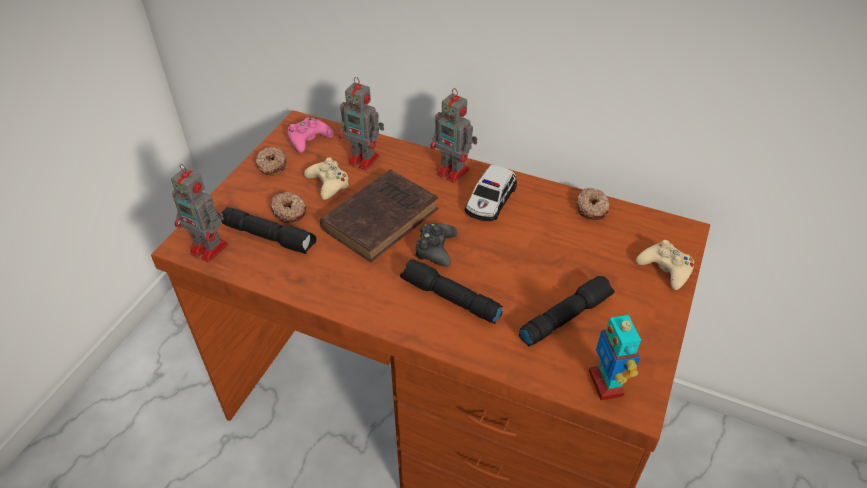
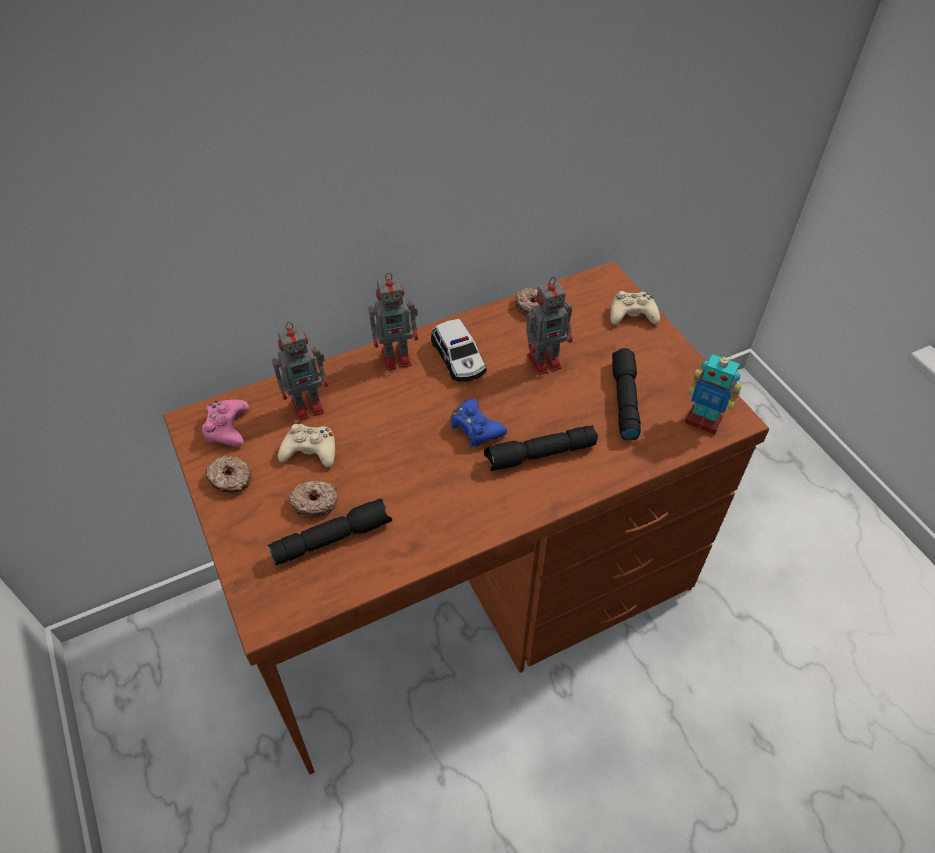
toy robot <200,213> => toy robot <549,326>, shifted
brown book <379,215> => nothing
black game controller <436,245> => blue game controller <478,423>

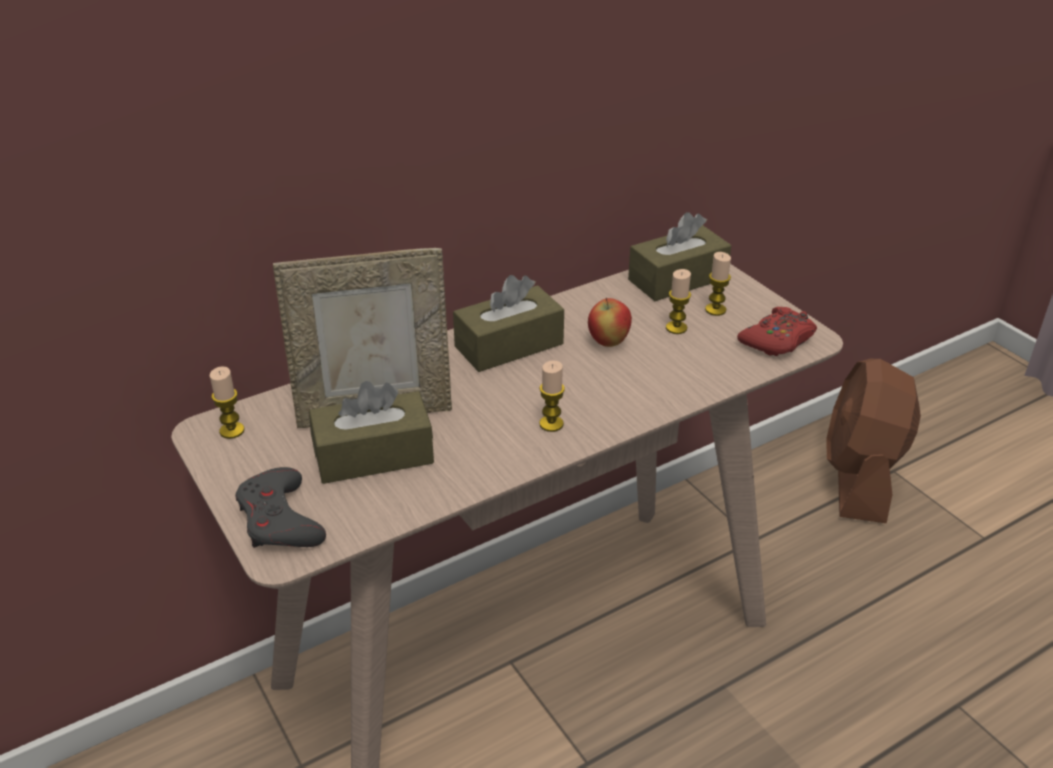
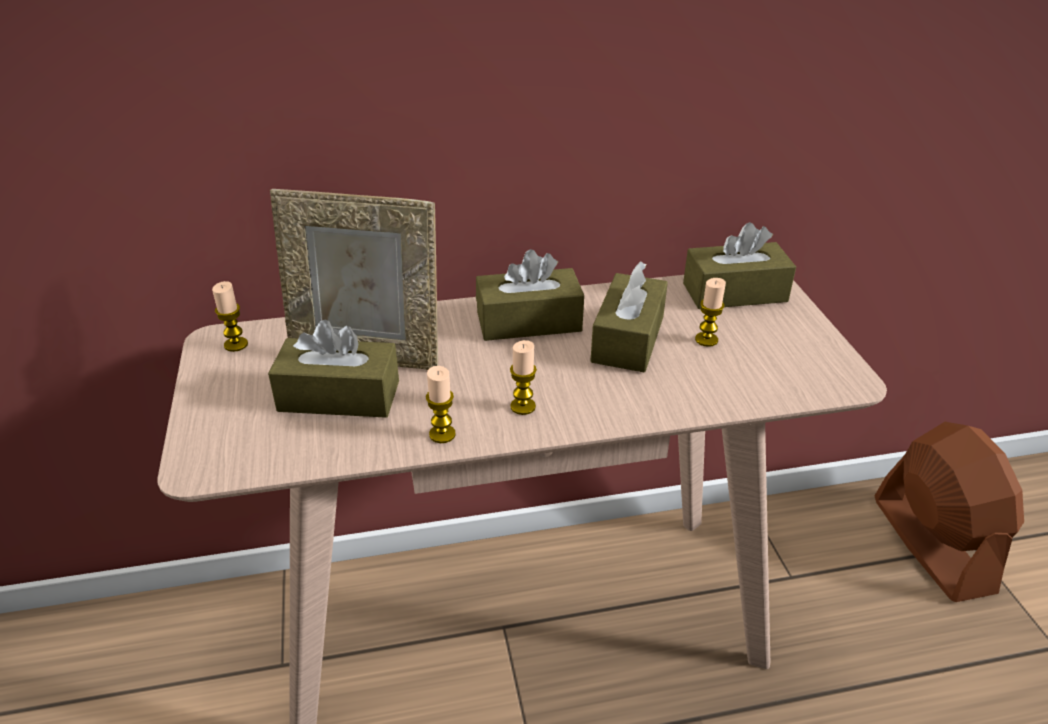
candle <718,284> => candle <441,404>, shifted
apple <610,322> => brown tissue box <629,316>
red game controller <777,331> => nothing
brown fan <873,441> => brown fan <949,512>, 135 degrees clockwise
grey game controller <280,507> => nothing

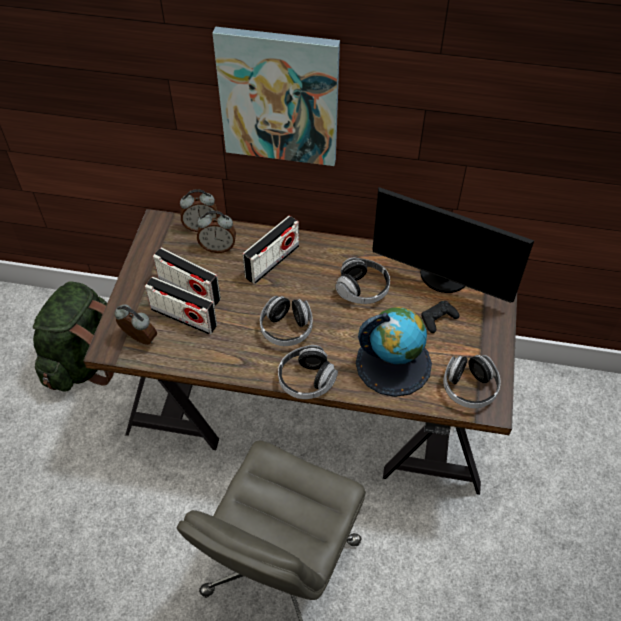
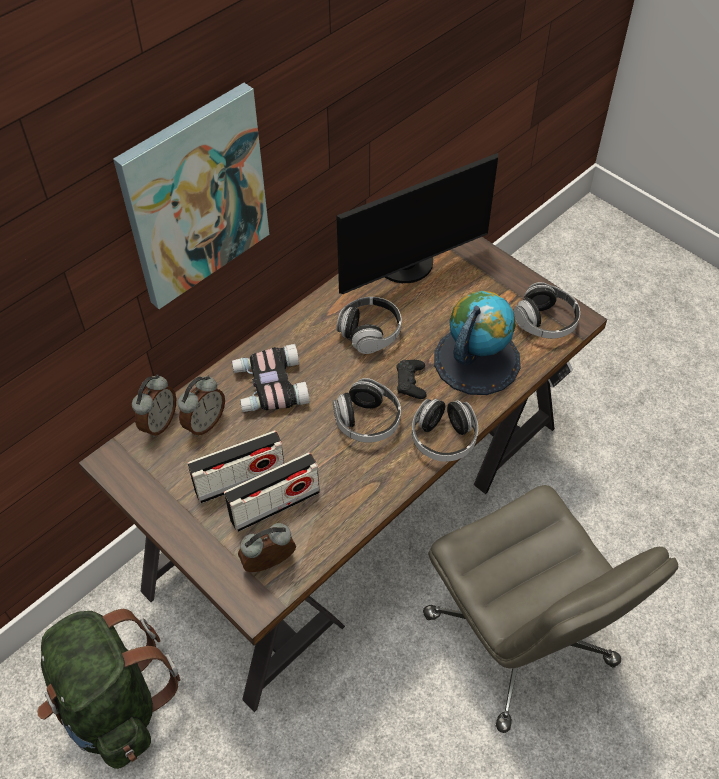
radio <271,250> => binoculars <271,378>
black game controller <440,317> => black game controller <411,379>, shifted

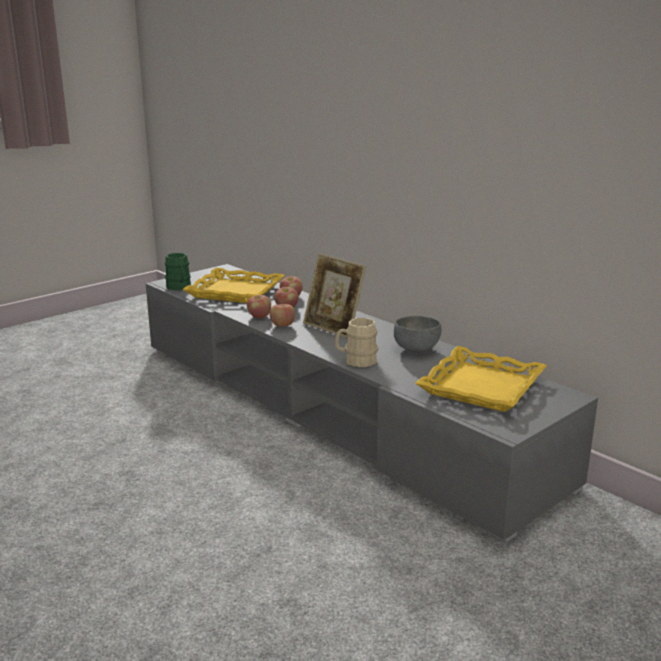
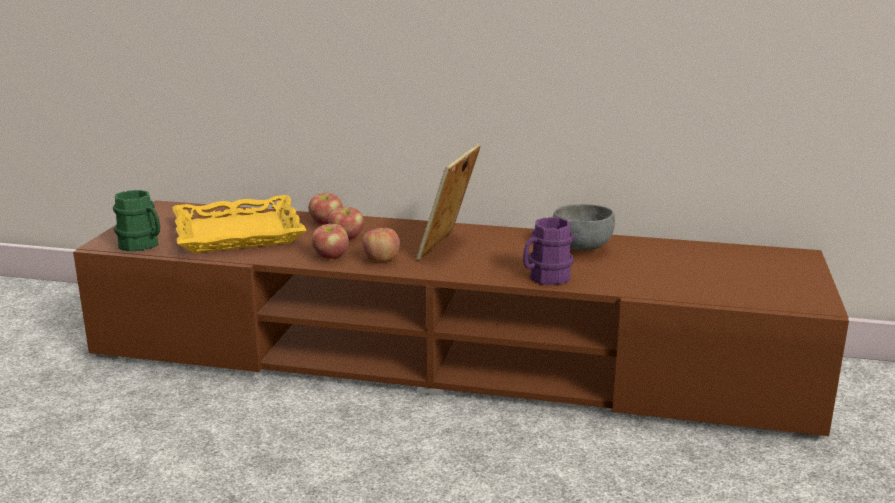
picture frame <334,295> => picture frame <448,202>, 105 degrees clockwise
grey tv stand <372,403> => brown tv stand <461,319>
beige mug <356,342> => purple mug <548,251>
yellow tray <481,379> => nothing

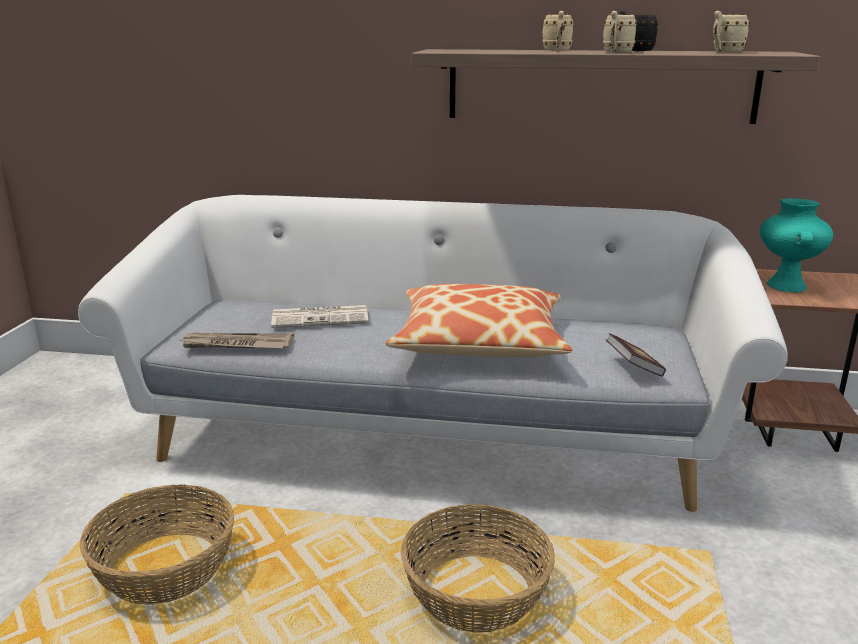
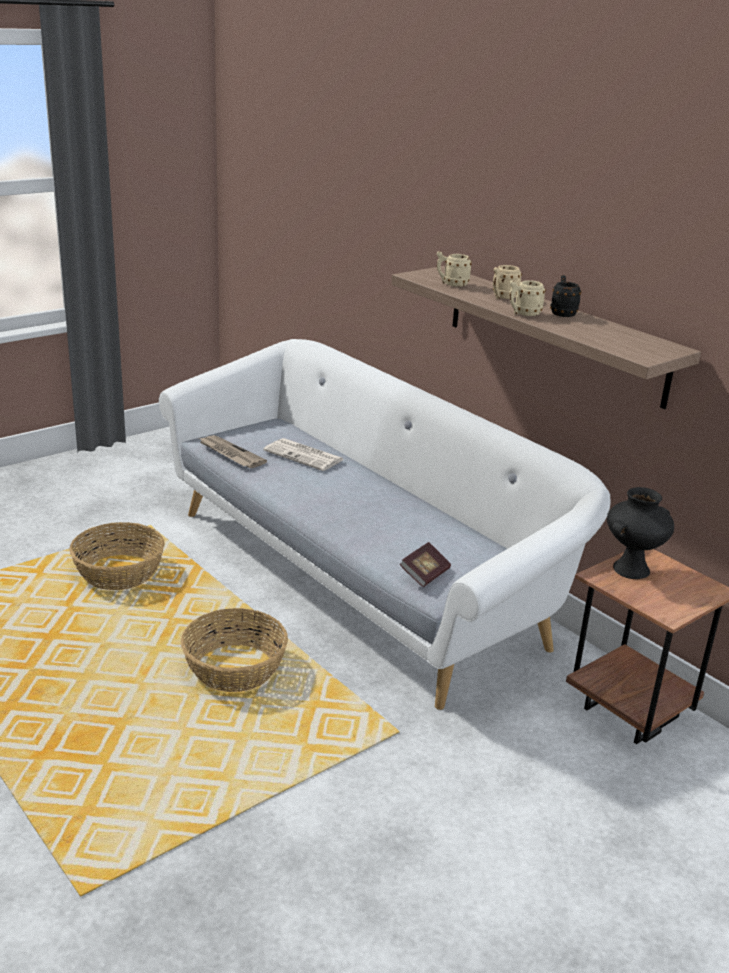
beige mug <731,32> => beige mug <454,269>, shifted
turquoise vase <796,245> => black vase <640,533>
pillow <479,320> => nothing

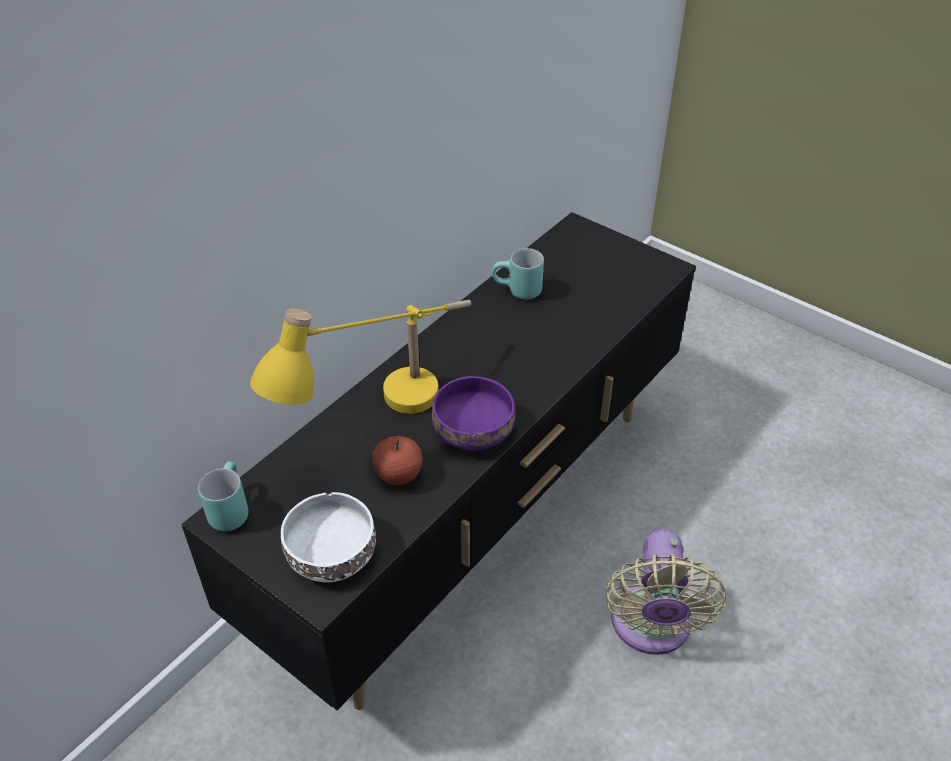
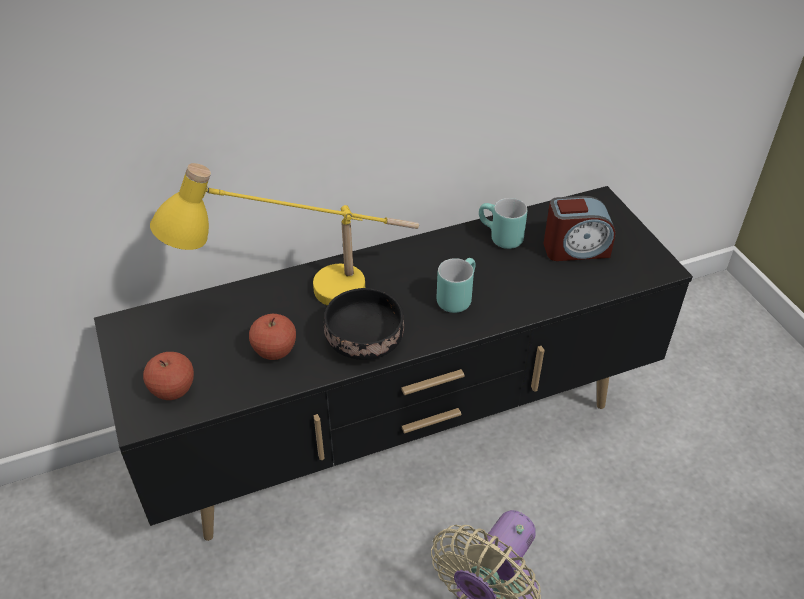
purple bowl <473,413> => black bowl <364,324>
turquoise mug <223,496> => turquoise mug <456,285>, shifted
white bowl <328,537> => apple <168,376>
nothing => alarm clock <579,228>

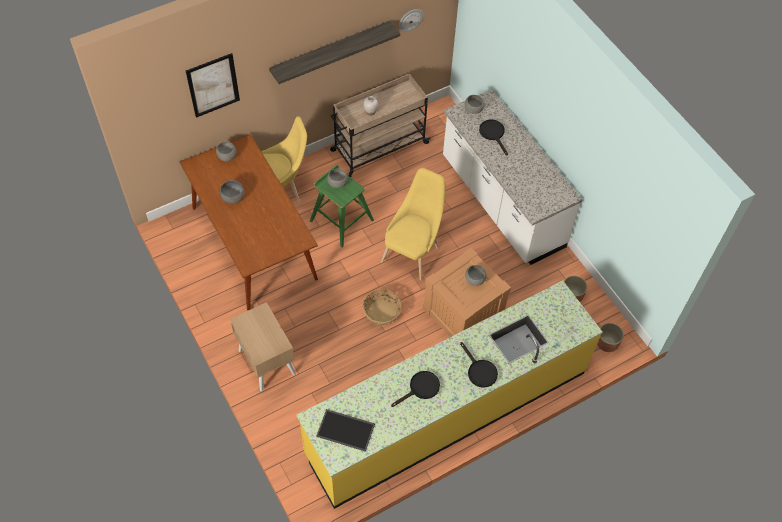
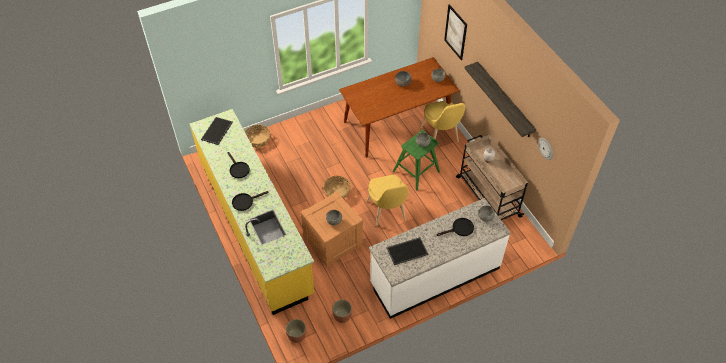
yellow chair <413,224> => yellow chair <387,200>, 45 degrees clockwise
beige nightstand <263,346> => nothing
nothing => basket <257,136>
nothing => tray <407,251>

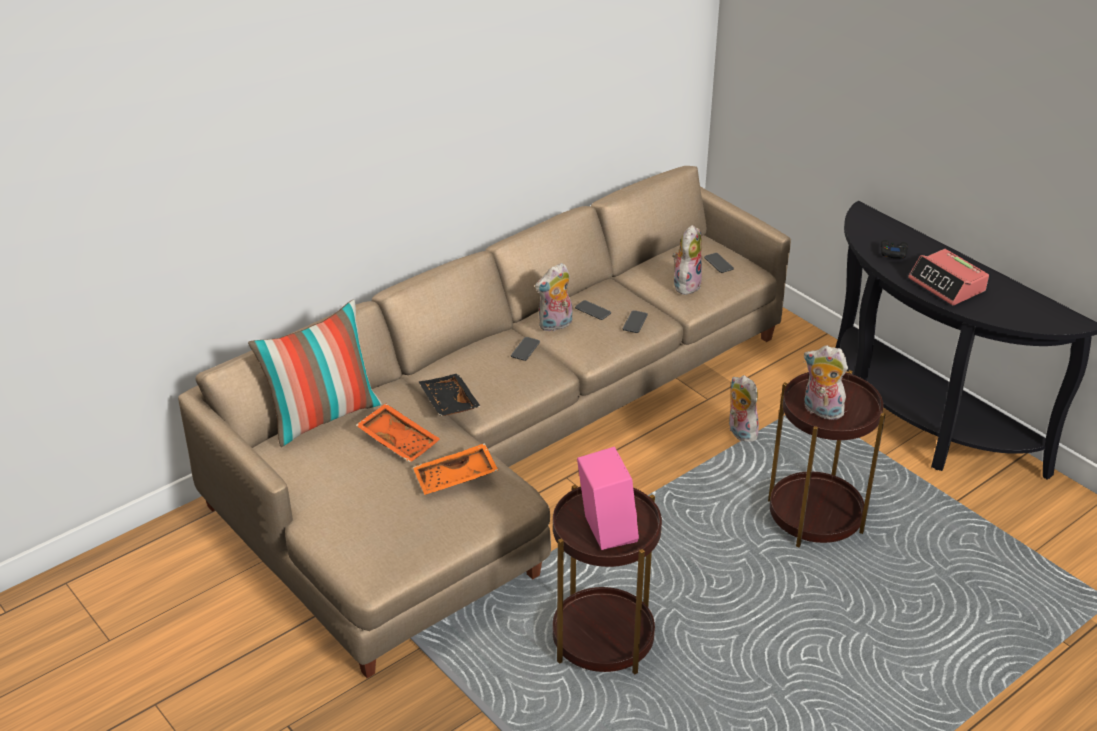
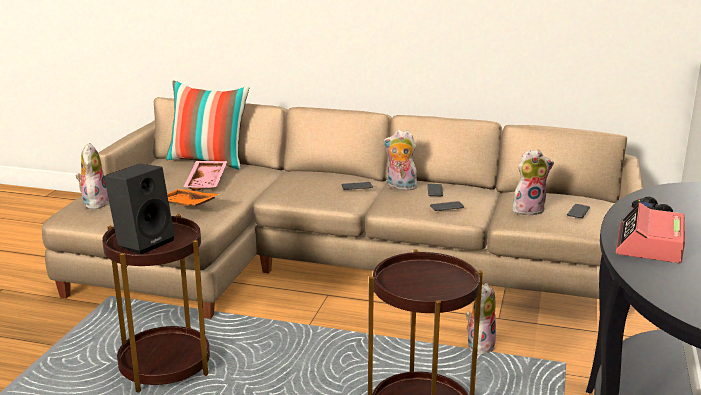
plush toy <826,382> => plush toy <92,176>, shifted
black tray <450,394> => nothing
orange tray <398,433> => pink tray <205,176>
pink speaker <608,498> => black speaker <139,209>

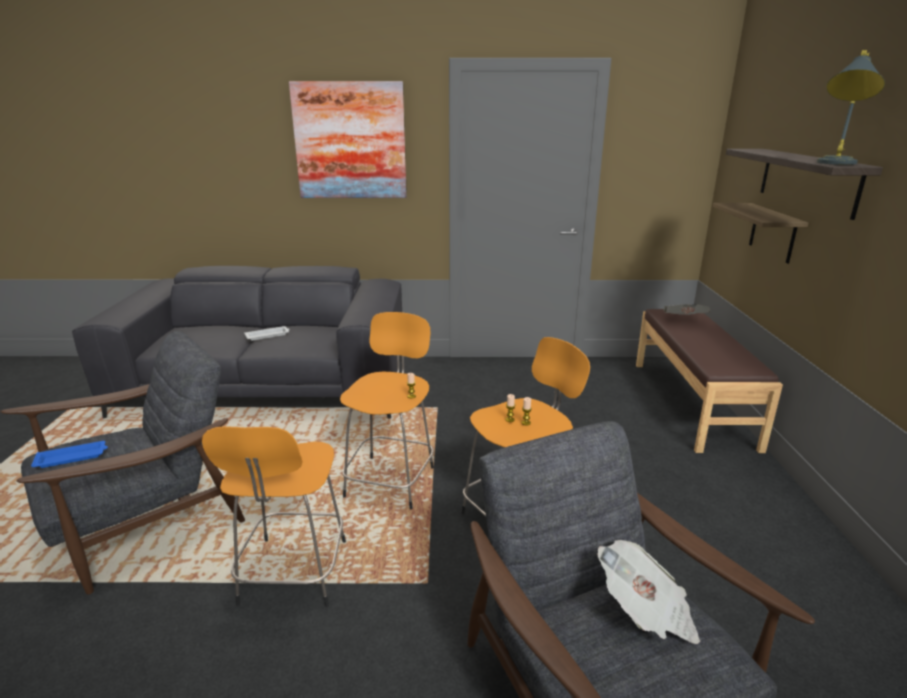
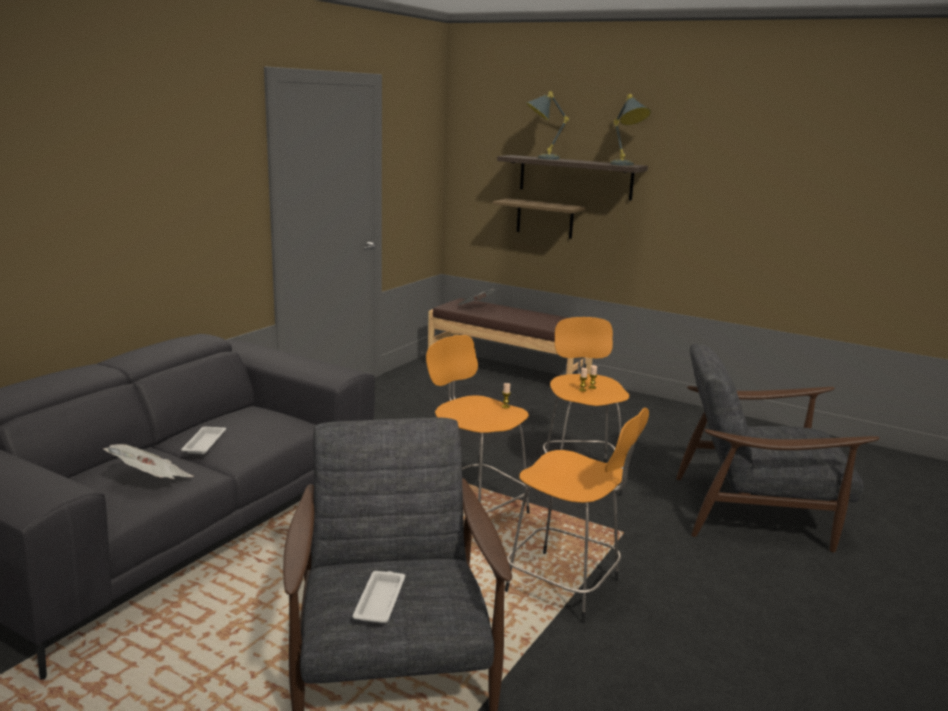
picture <348,139> => nothing
blue tray <69,454> => white tray <378,597>
newspaper <649,592> => newspaper <148,461>, shifted
nothing => grey table lamp <547,125>

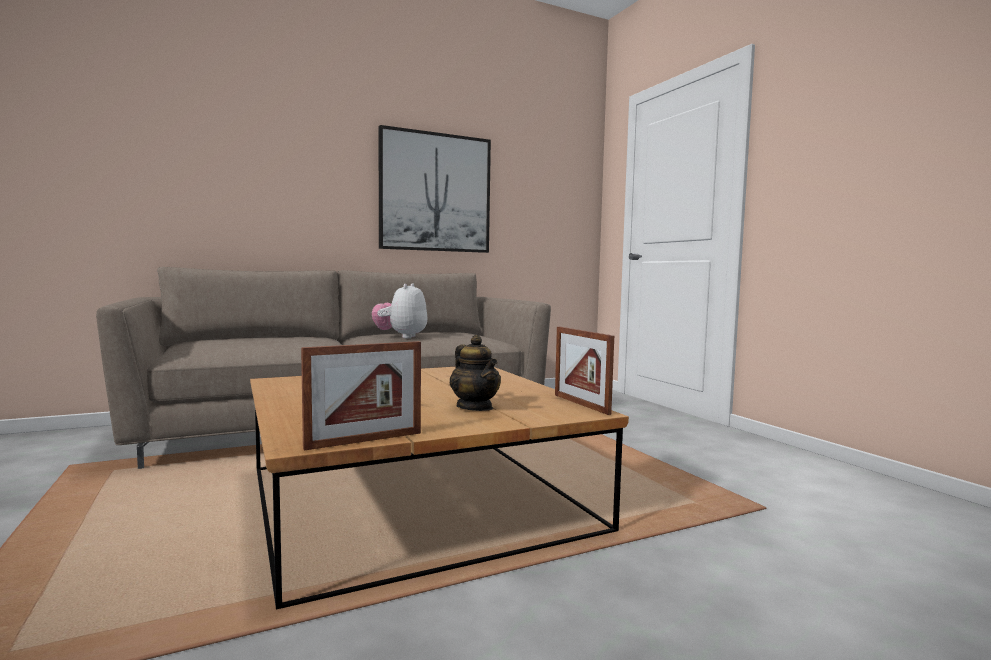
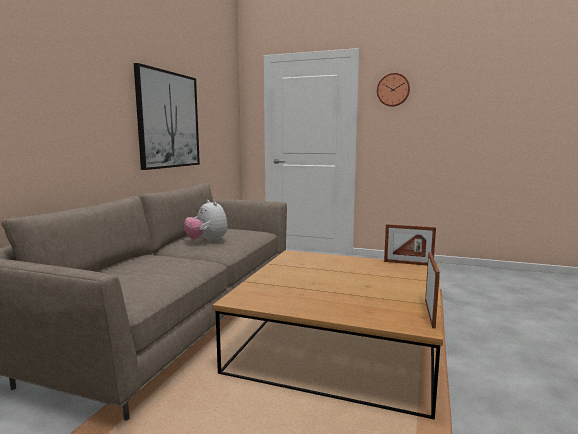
teapot <475,373> => nothing
nothing => wall clock <393,90>

